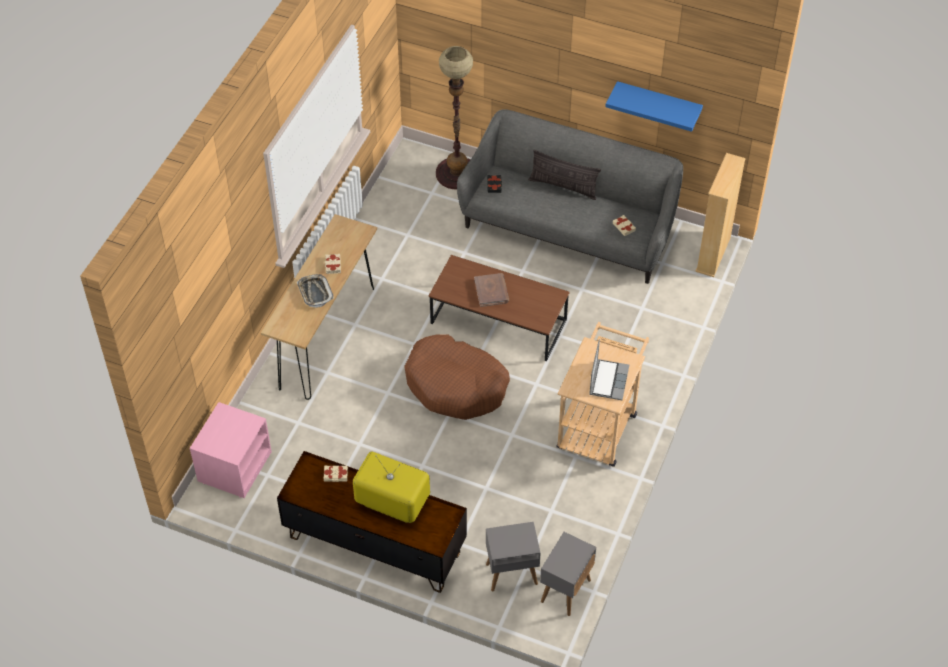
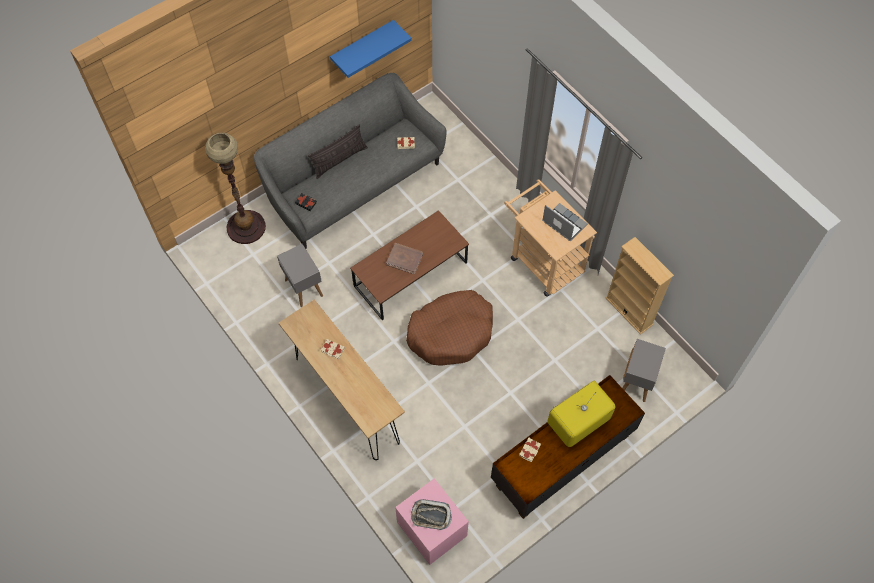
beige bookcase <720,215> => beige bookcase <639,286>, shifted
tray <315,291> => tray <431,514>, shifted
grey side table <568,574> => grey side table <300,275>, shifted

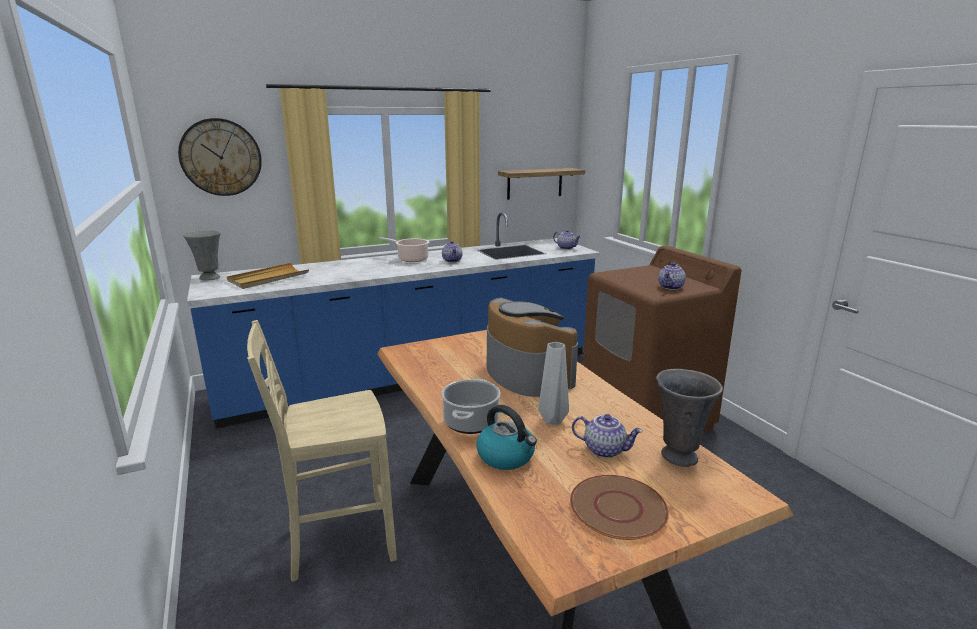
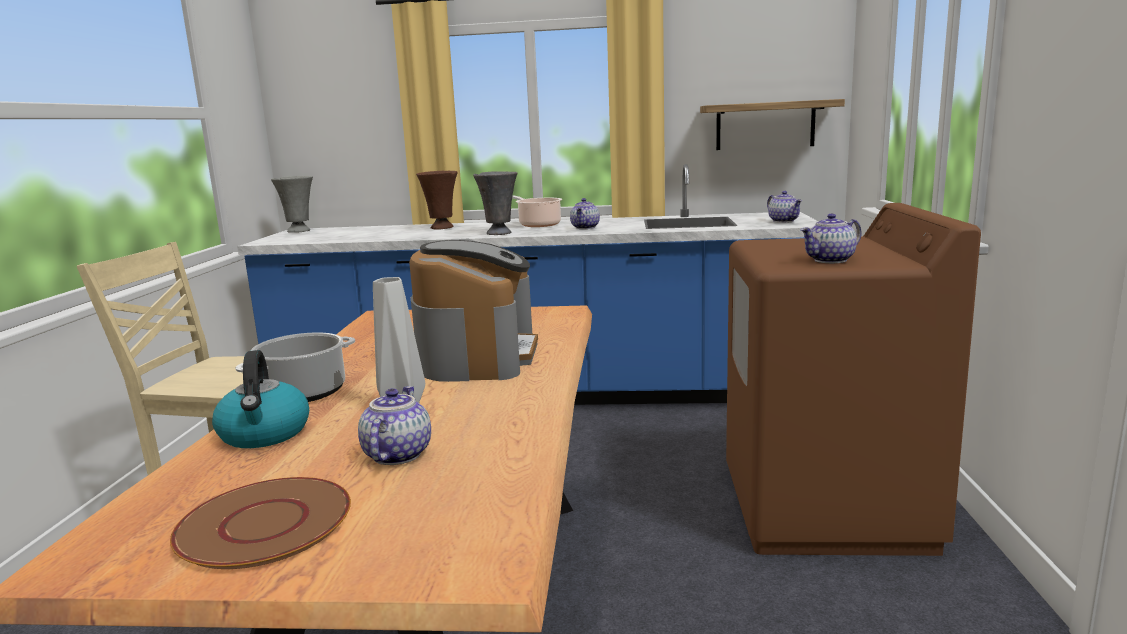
wall clock <220,157> => nothing
beige tray <268,276> => nothing
grey vase <689,418> => grey vase <495,203>, shifted
teapot <607,436> => teapot <394,425>, 135 degrees counterclockwise
nothing => brown vase <437,200>

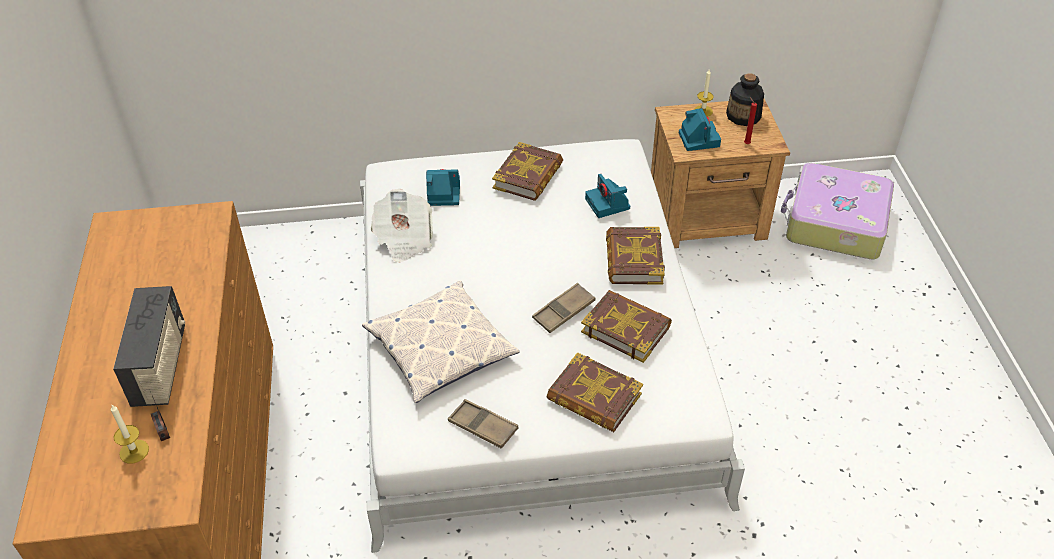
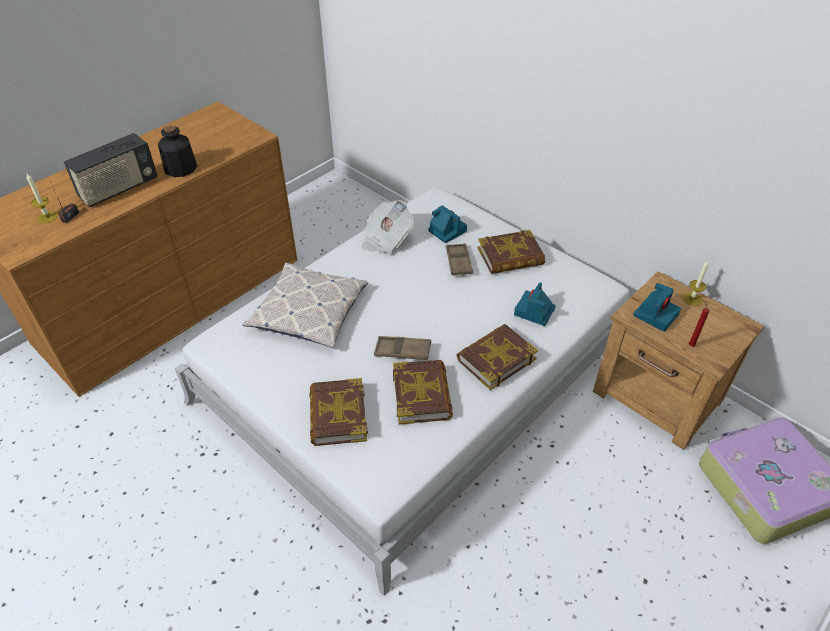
bottle <745,99> => bottle <177,151>, shifted
brown tray <483,424> => brown tray <459,259>, shifted

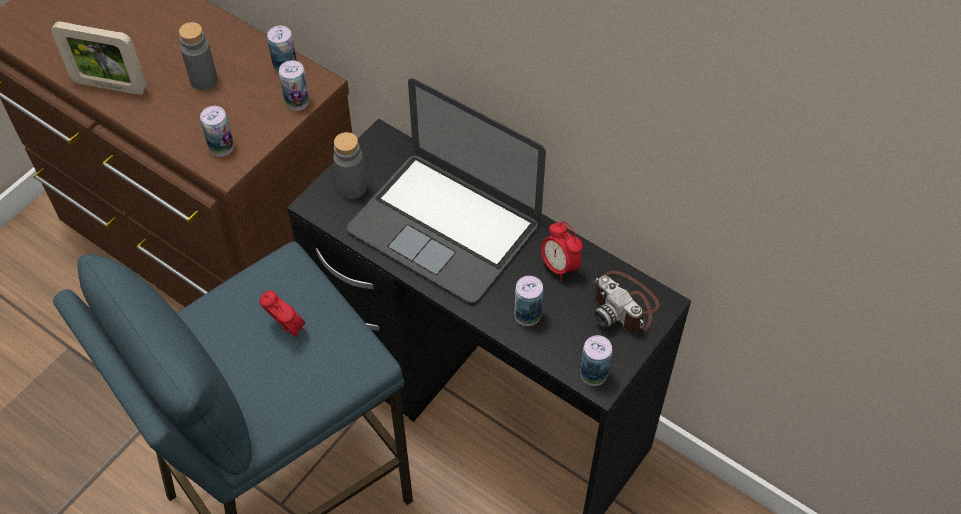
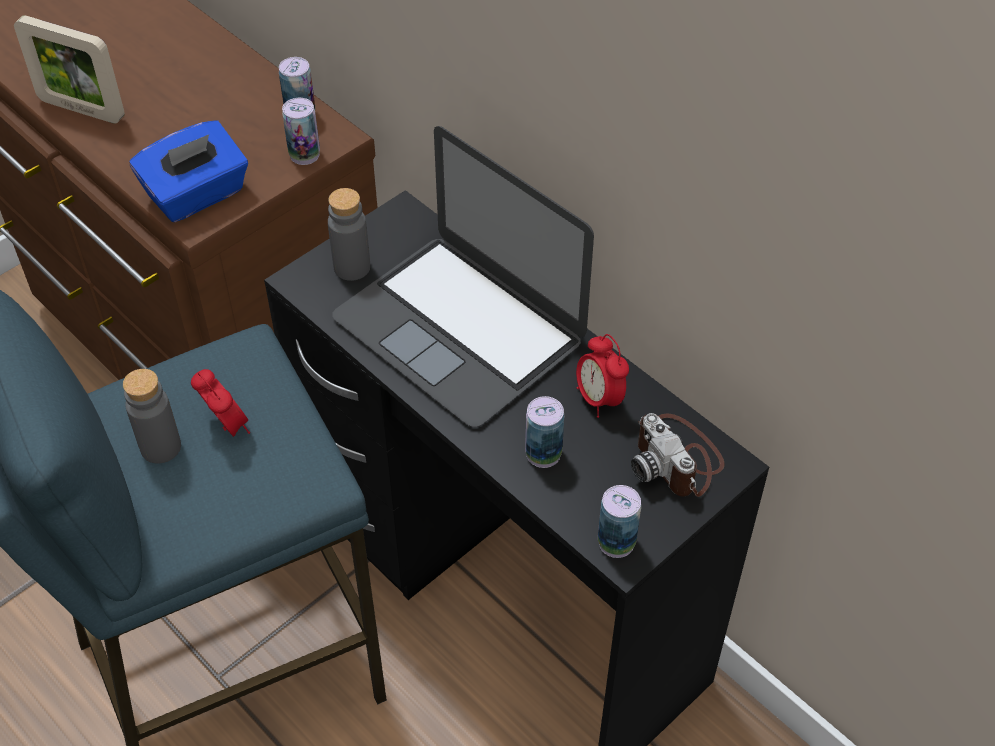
grey bottle <198,56> => grey bottle <152,416>, shifted
can <217,131> => blue tissue box <188,171>

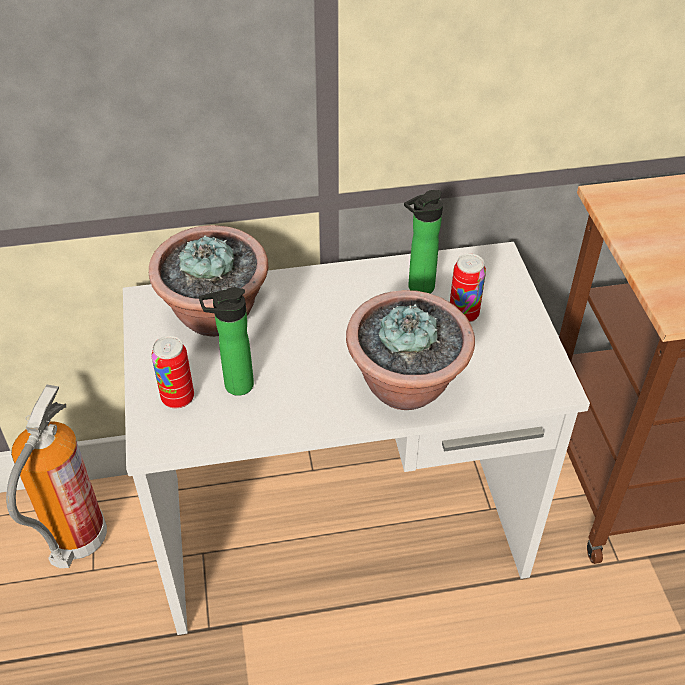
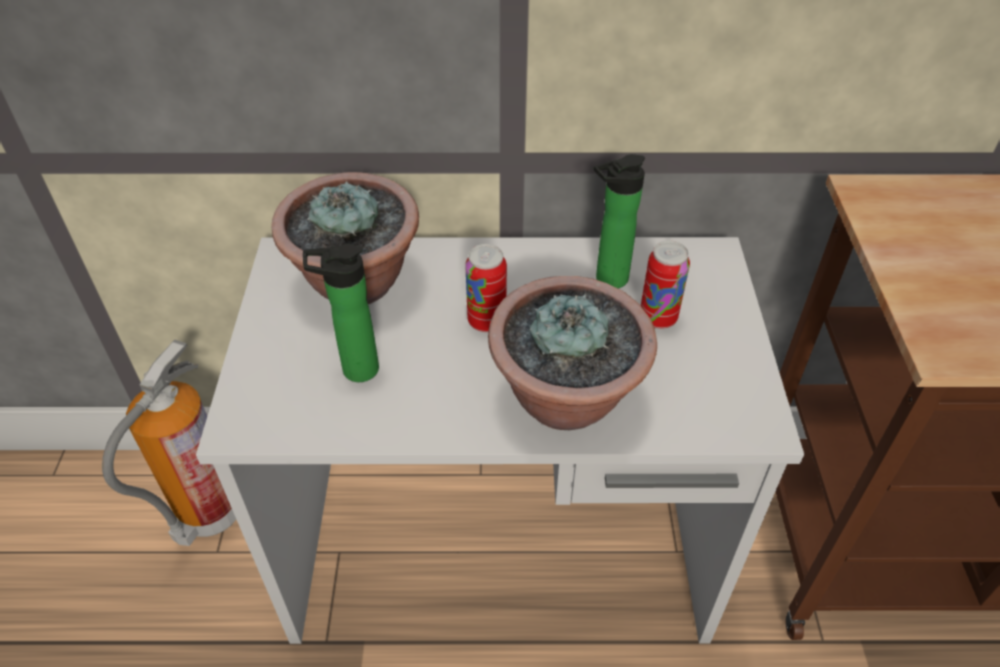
can <173,372> => can <486,288>, shifted

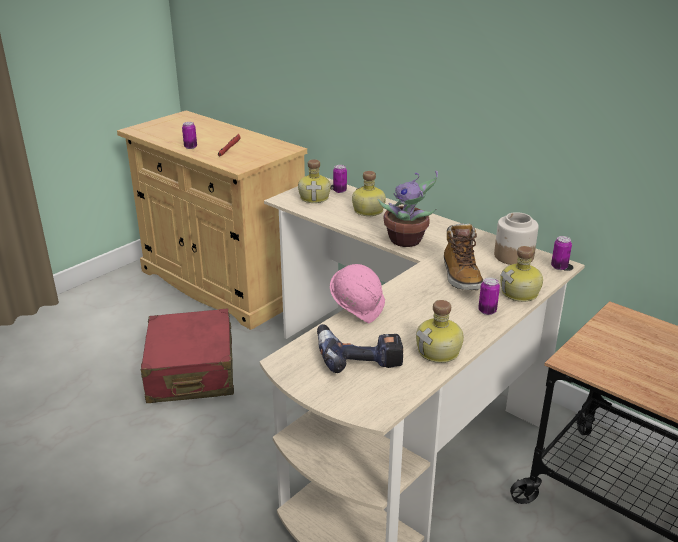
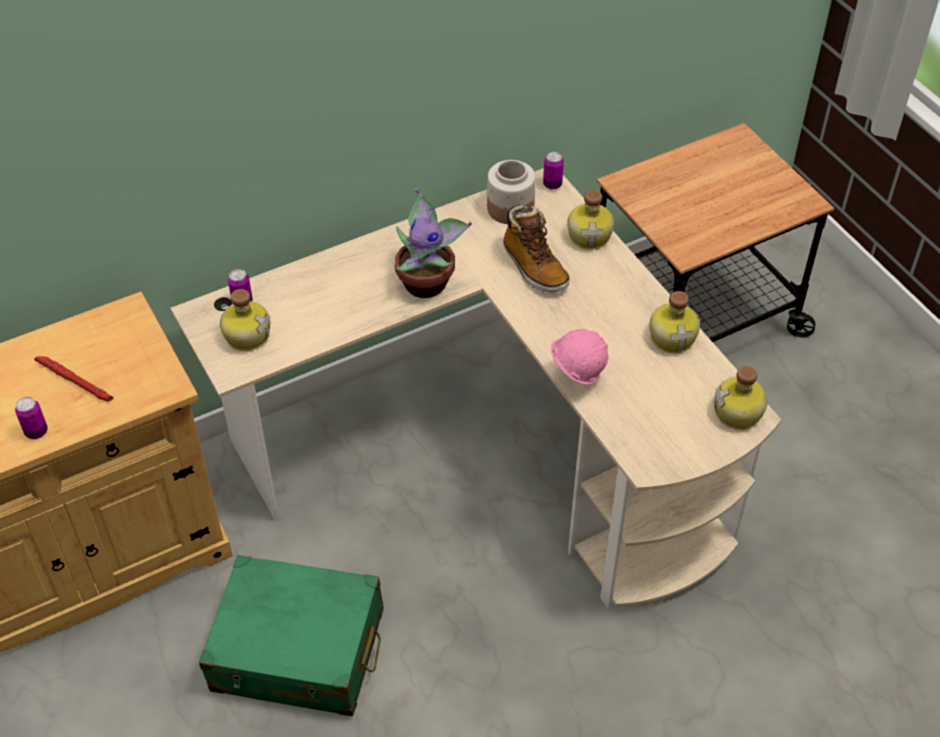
bottle <369,193> => bottle <741,398>, shifted
boot <463,256> => boot <536,248>, 45 degrees clockwise
can <489,296> => nothing
red suitcase <187,356> => green suitcase <291,635>
power drill <360,348> => nothing

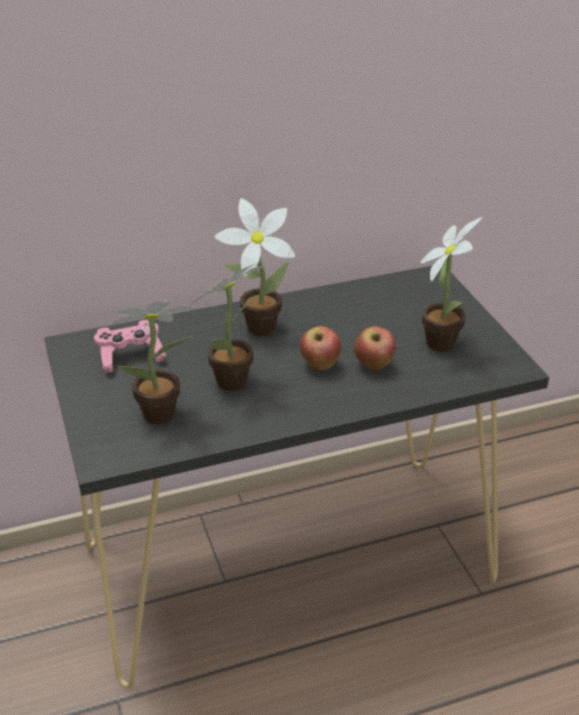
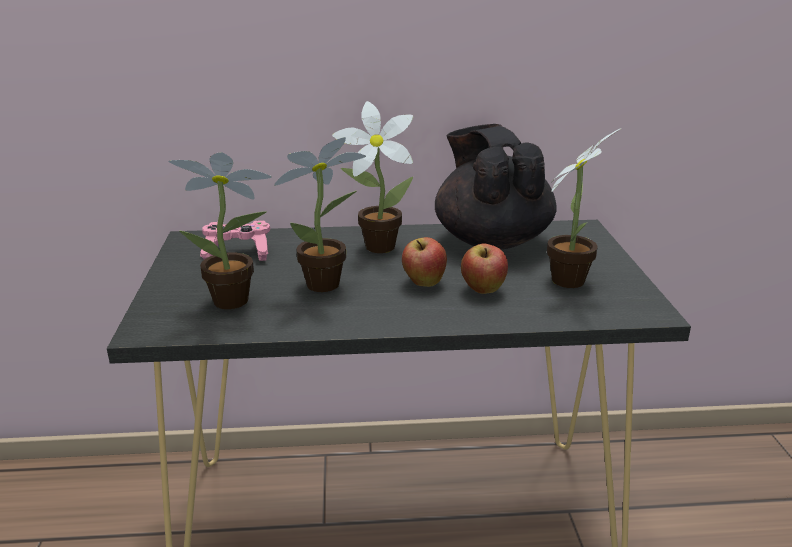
nothing => black teapot <496,186>

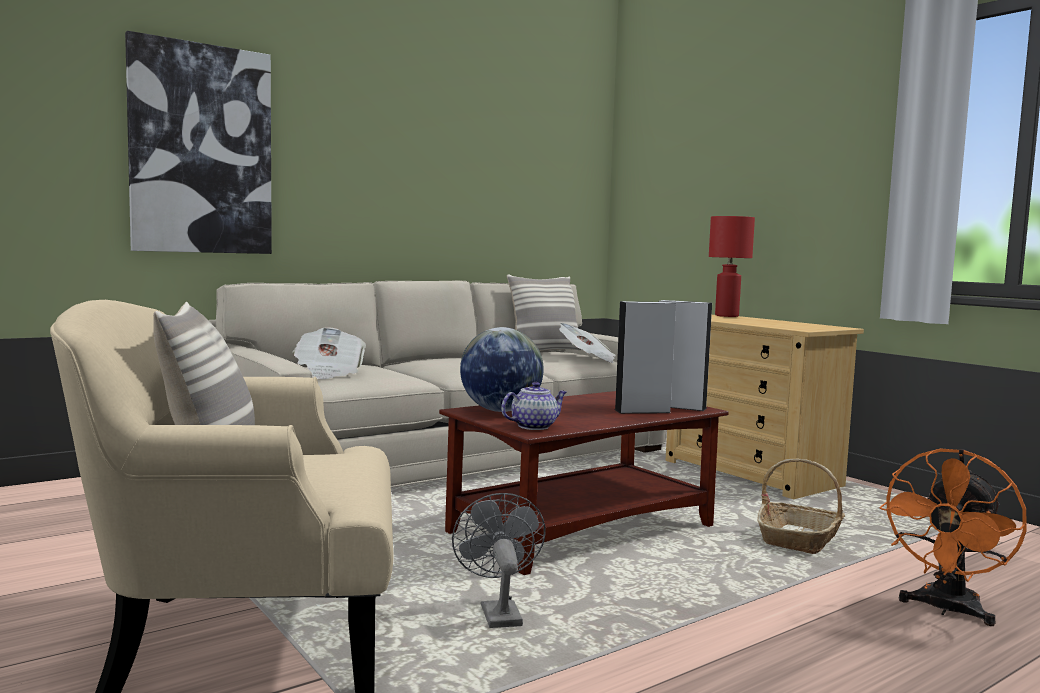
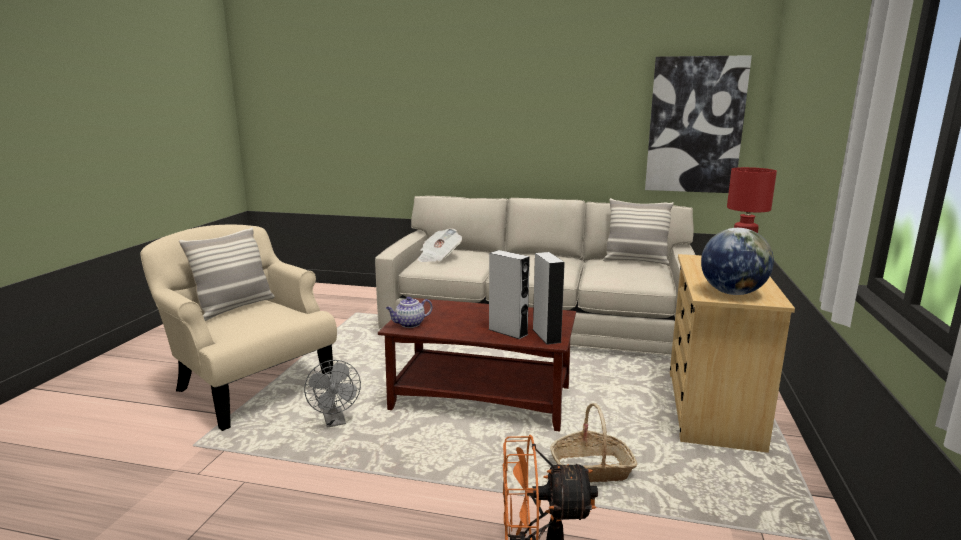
picture <198,142> => picture <698,124>, shifted
newspaper <587,342> => nothing
globe <502,369> => globe <737,261>, shifted
teapot <534,406> => teapot <409,312>, 135 degrees clockwise
grey fan <499,560> => grey fan <332,394>, 120 degrees clockwise

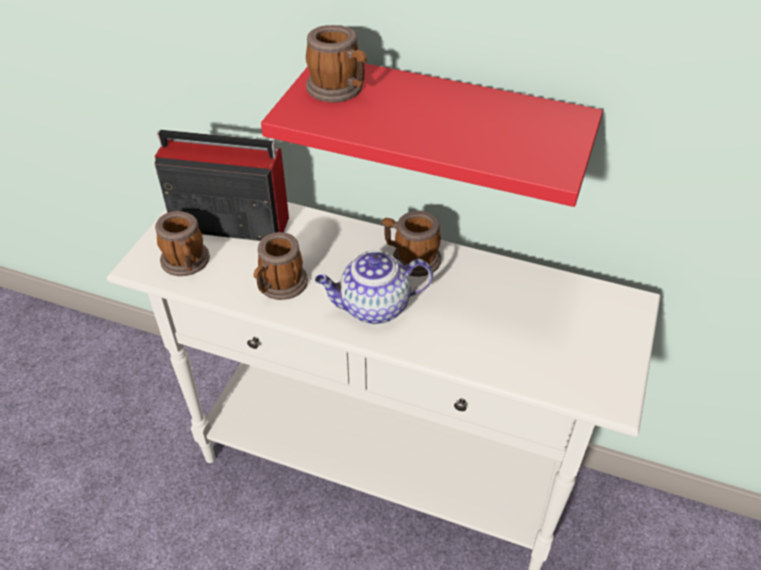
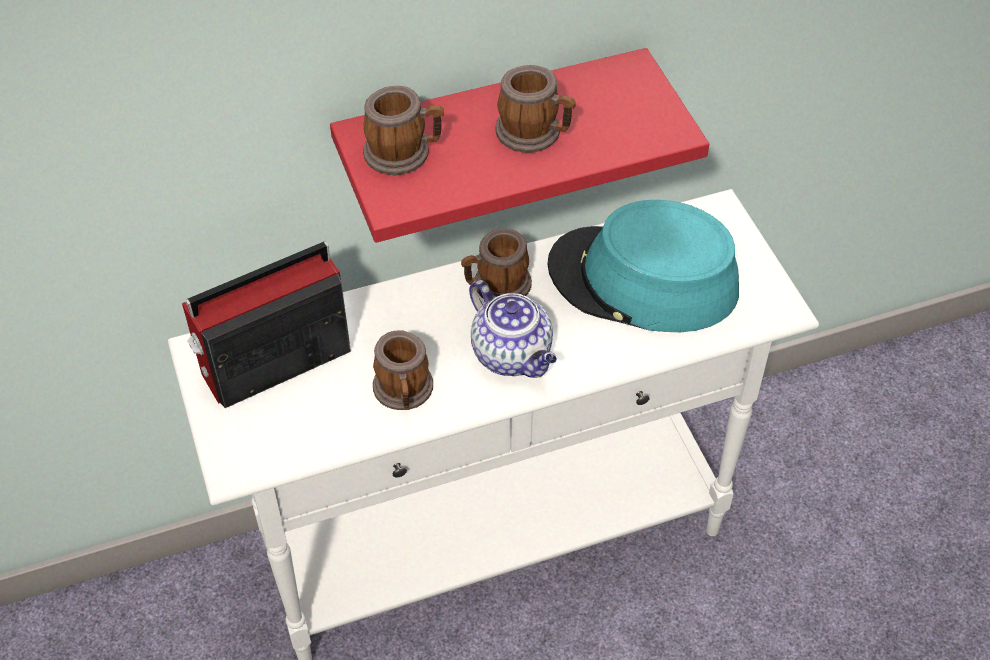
mug <182,243> => mug <535,109>, shifted
teapot <374,287> => teapot <513,329>, 75 degrees counterclockwise
nothing => turquoise hat <643,266>

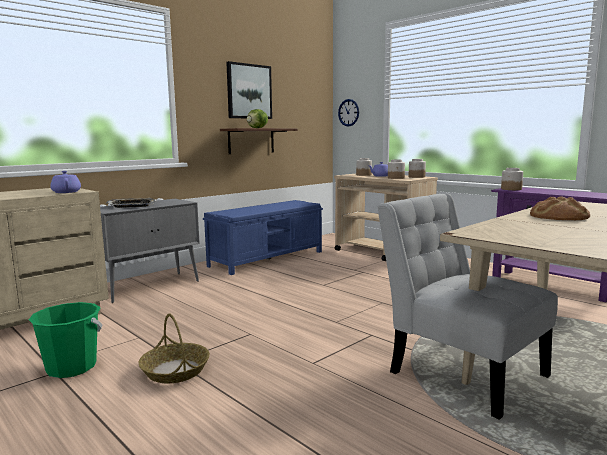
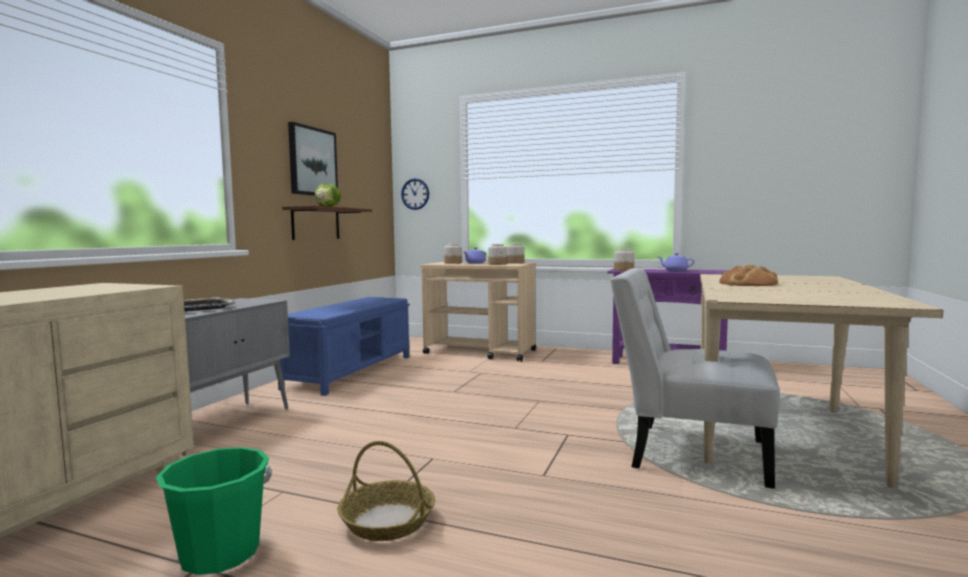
purple teapot <65,182> => purple teapot <675,262>, shifted

